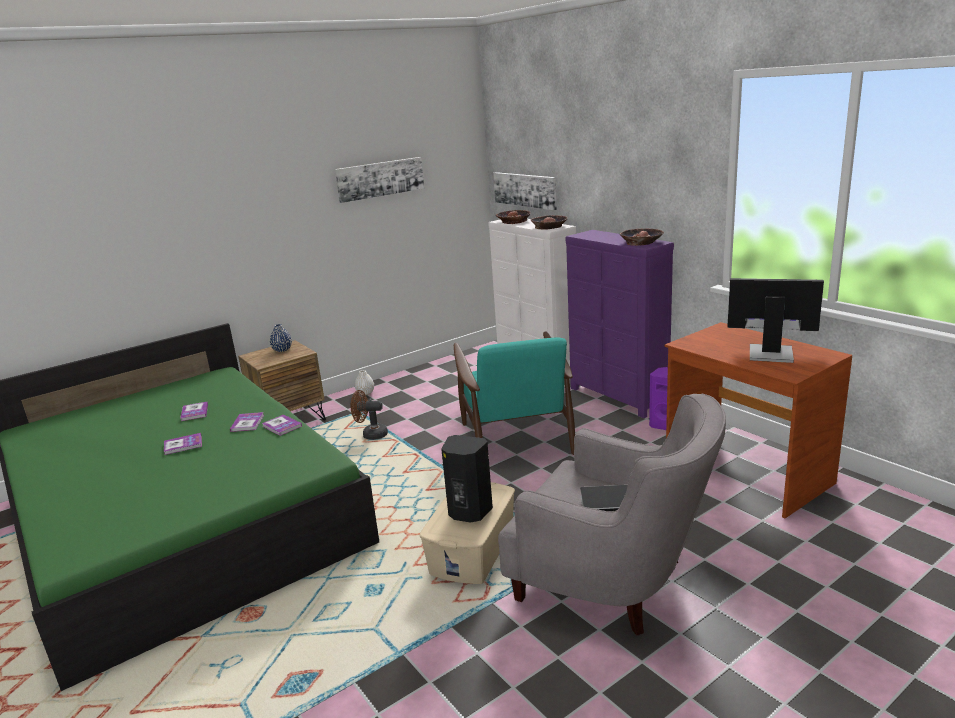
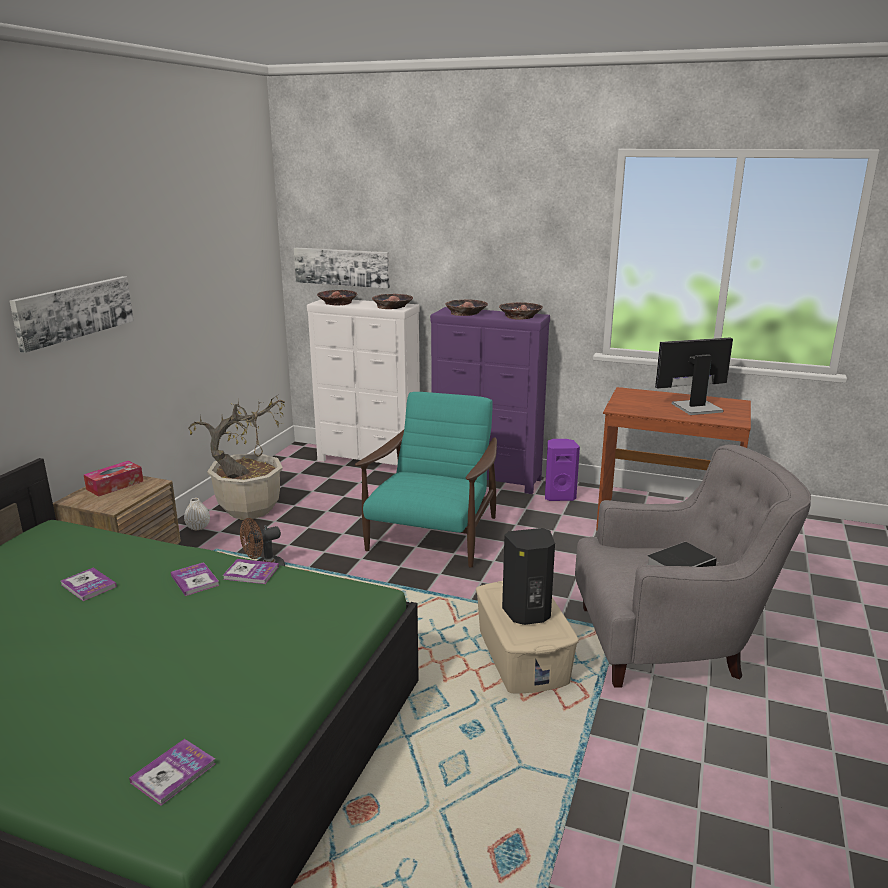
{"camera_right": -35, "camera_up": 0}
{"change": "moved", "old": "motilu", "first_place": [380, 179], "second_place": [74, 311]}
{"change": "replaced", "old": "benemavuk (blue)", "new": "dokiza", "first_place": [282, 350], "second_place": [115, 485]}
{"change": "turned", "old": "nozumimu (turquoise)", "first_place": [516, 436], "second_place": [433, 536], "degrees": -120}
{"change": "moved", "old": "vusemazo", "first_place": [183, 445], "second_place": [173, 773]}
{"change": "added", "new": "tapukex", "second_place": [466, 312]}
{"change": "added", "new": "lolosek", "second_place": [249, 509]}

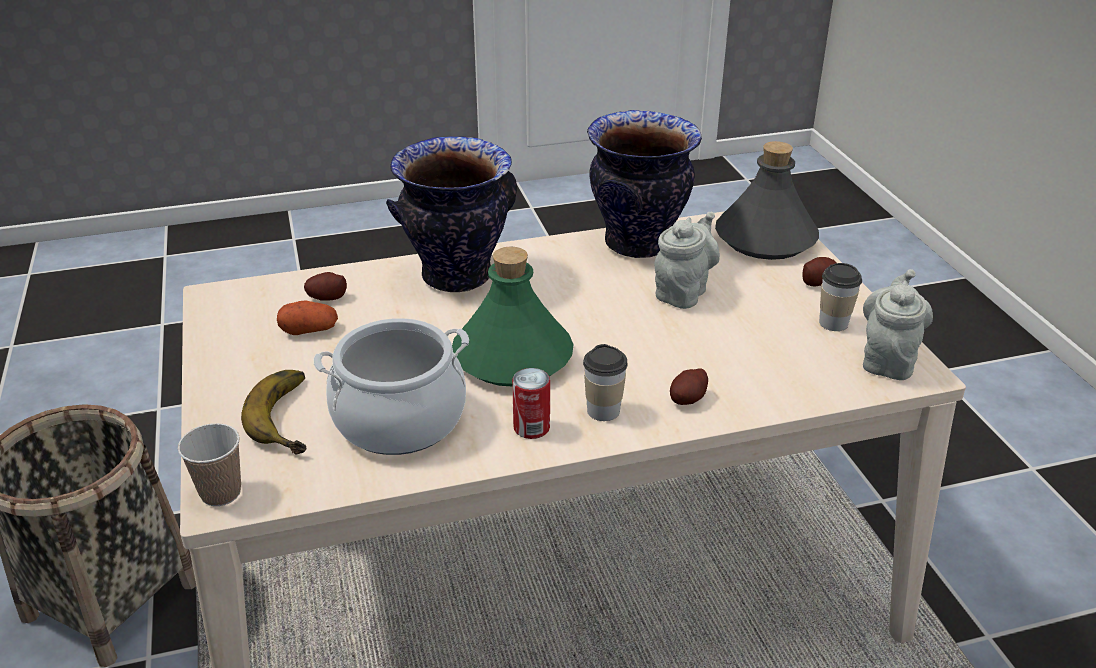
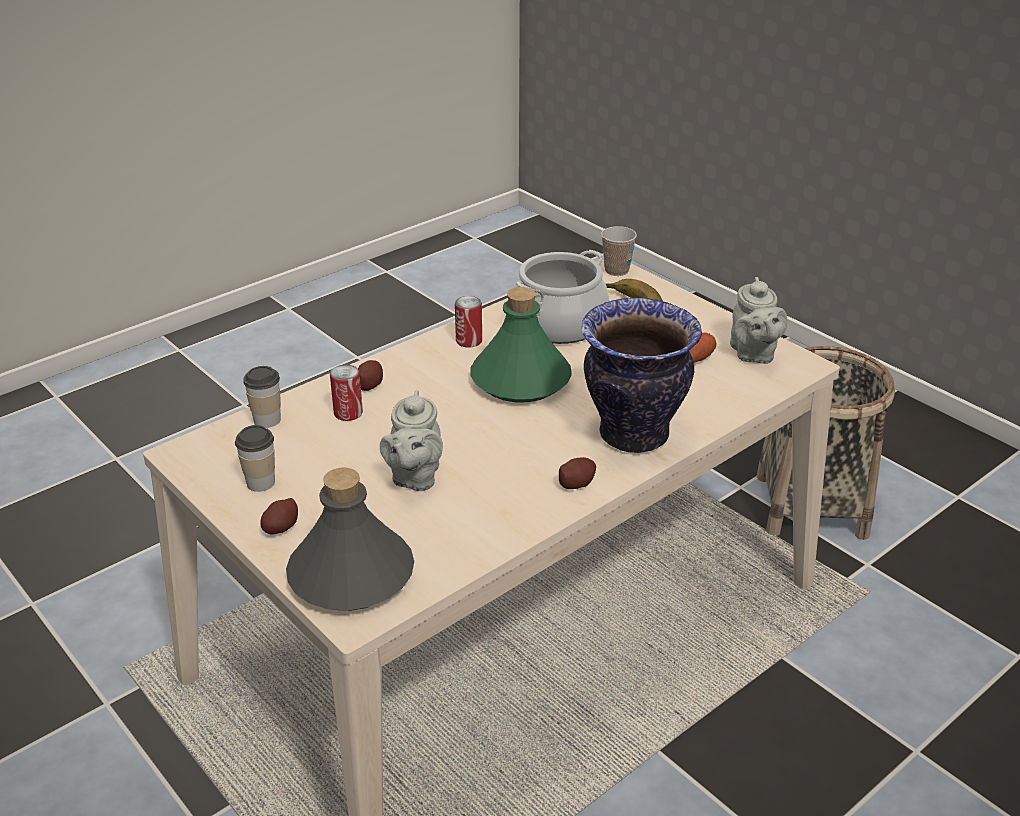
{"camera_right": 155, "camera_up": 0}
{"change": "removed", "old": "benemavuk", "first_place": [639, 244]}
{"change": "moved", "old": "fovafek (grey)", "first_place": [887, 359], "second_place": [753, 354]}
{"change": "moved", "old": "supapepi", "first_place": [326, 298], "second_place": [576, 483]}
{"change": "moved", "old": "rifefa", "first_place": [603, 411], "second_place": [267, 420]}
{"change": "added", "new": "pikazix", "second_place": [348, 413]}

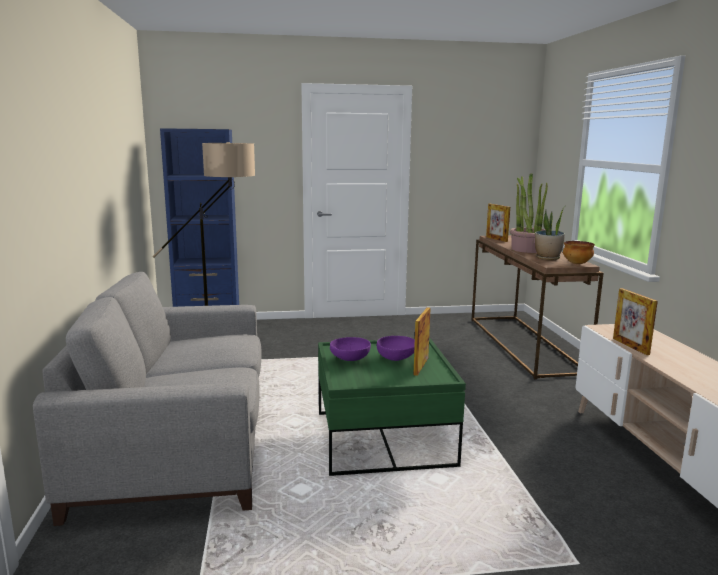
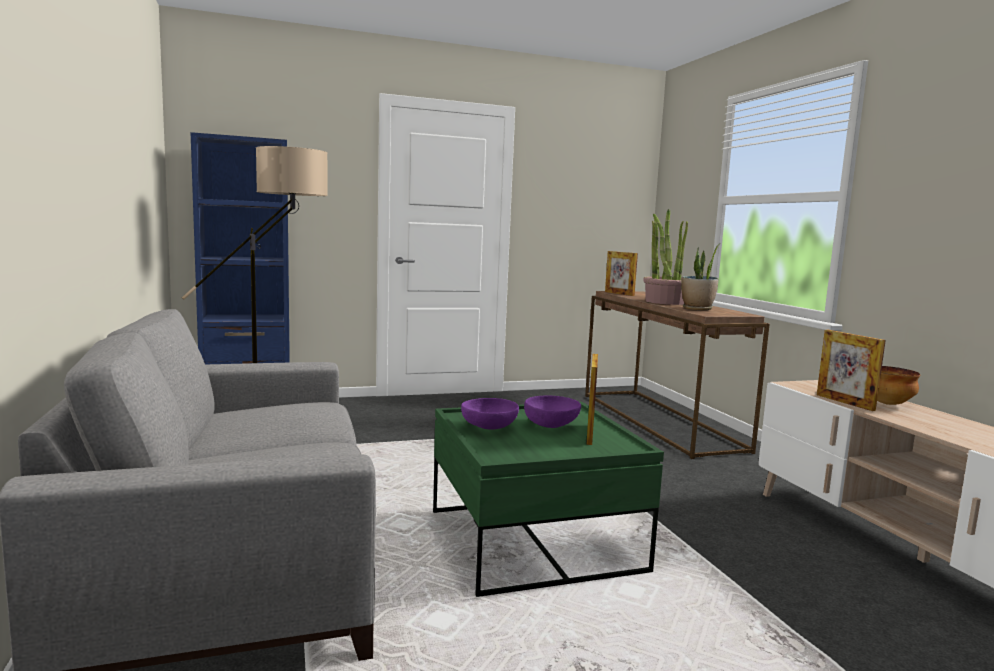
{"camera_right": -10, "camera_up": -5}
{"change": "moved", "old": "tapukex", "first_place": [577, 264], "second_place": [888, 404]}

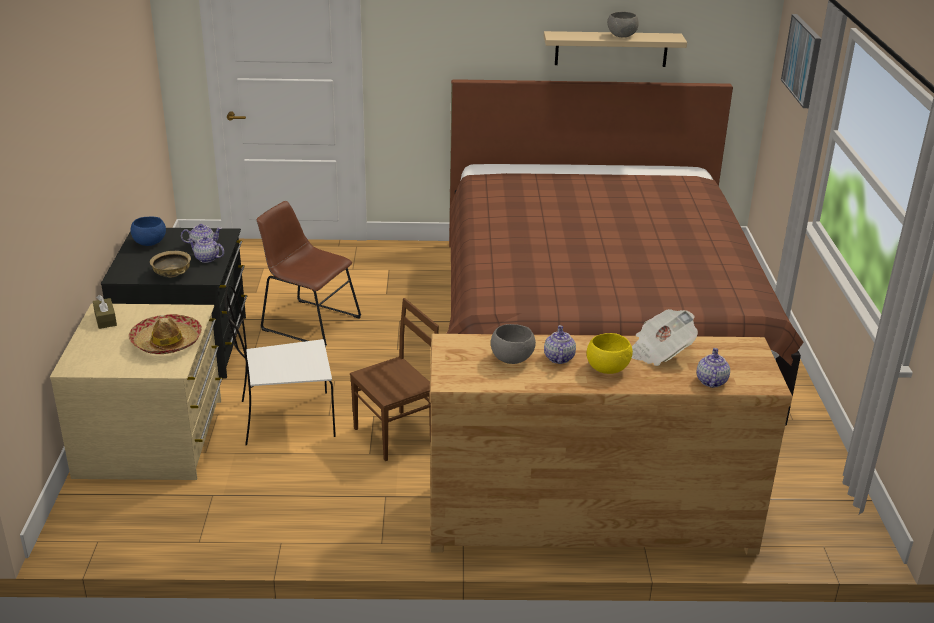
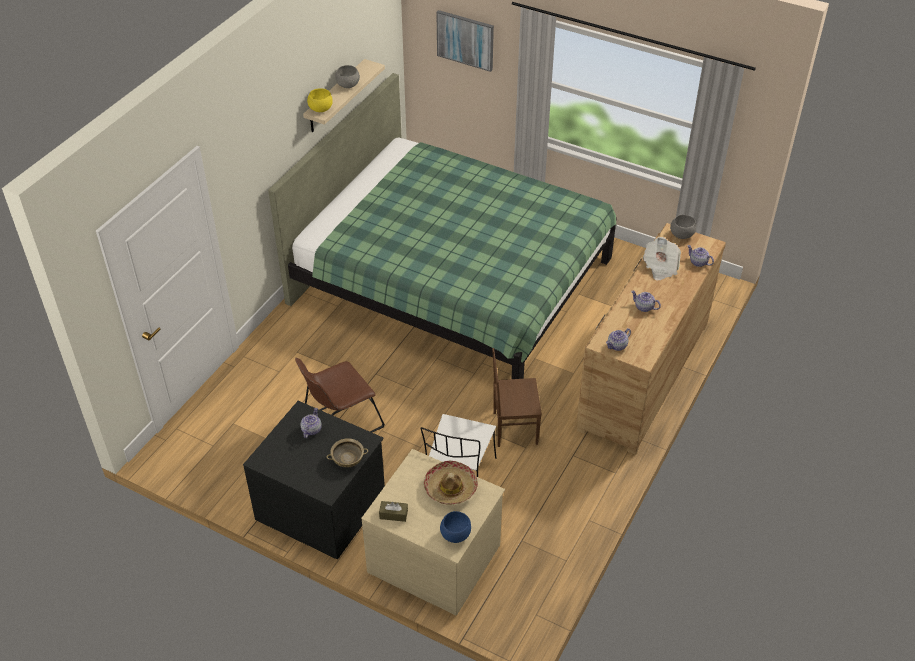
{"camera_right": -60, "camera_up": 15}
{"change": "recoloured", "old": "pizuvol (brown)", "new": "pizuvol (green)", "first_place": [594, 324], "second_place": [452, 282]}
{"change": "moved", "old": "tapukex (blue)", "first_place": [149, 243], "second_place": [455, 535]}
{"change": "moved", "old": "fovafek", "first_place": [206, 259], "second_place": [617, 346]}
{"change": "turned", "old": "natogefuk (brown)", "first_place": [395, 435], "second_place": [514, 427], "degrees": -90}
{"change": "moved", "old": "tapukex (grey)", "first_place": [512, 359], "second_place": [681, 235]}
{"change": "moved", "old": "tapukex (yellow)", "first_place": [607, 368], "second_place": [320, 109]}

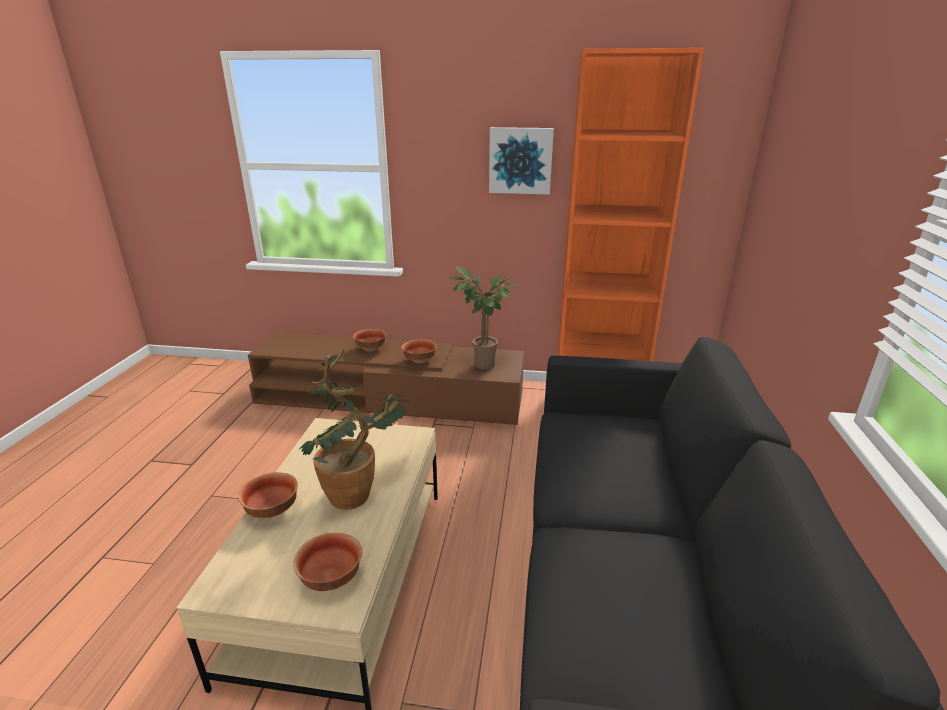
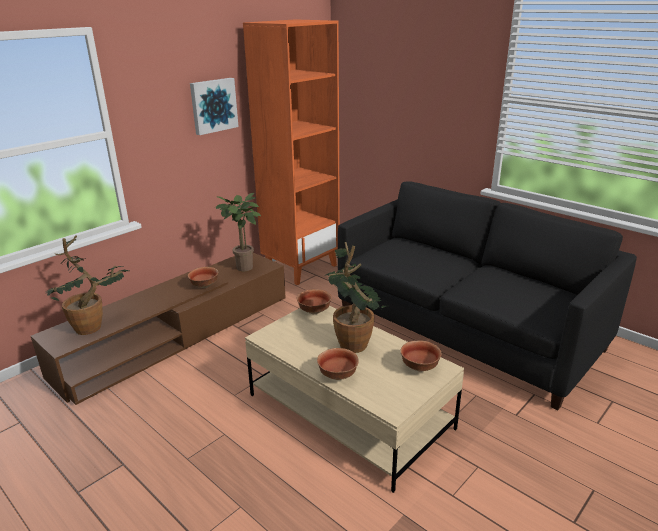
{"camera_right": -55, "camera_up": 0}
{"change": "moved", "old": "tapukex", "first_place": [370, 349], "second_place": [314, 311]}
{"change": "added", "new": "lolosek", "second_place": [95, 326]}

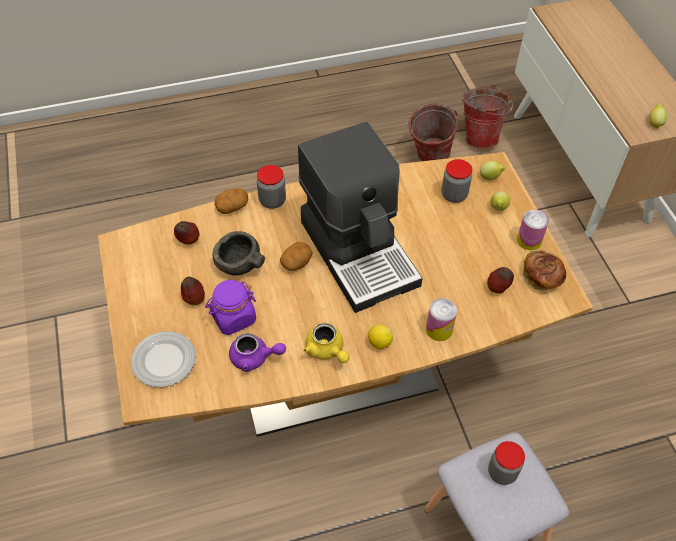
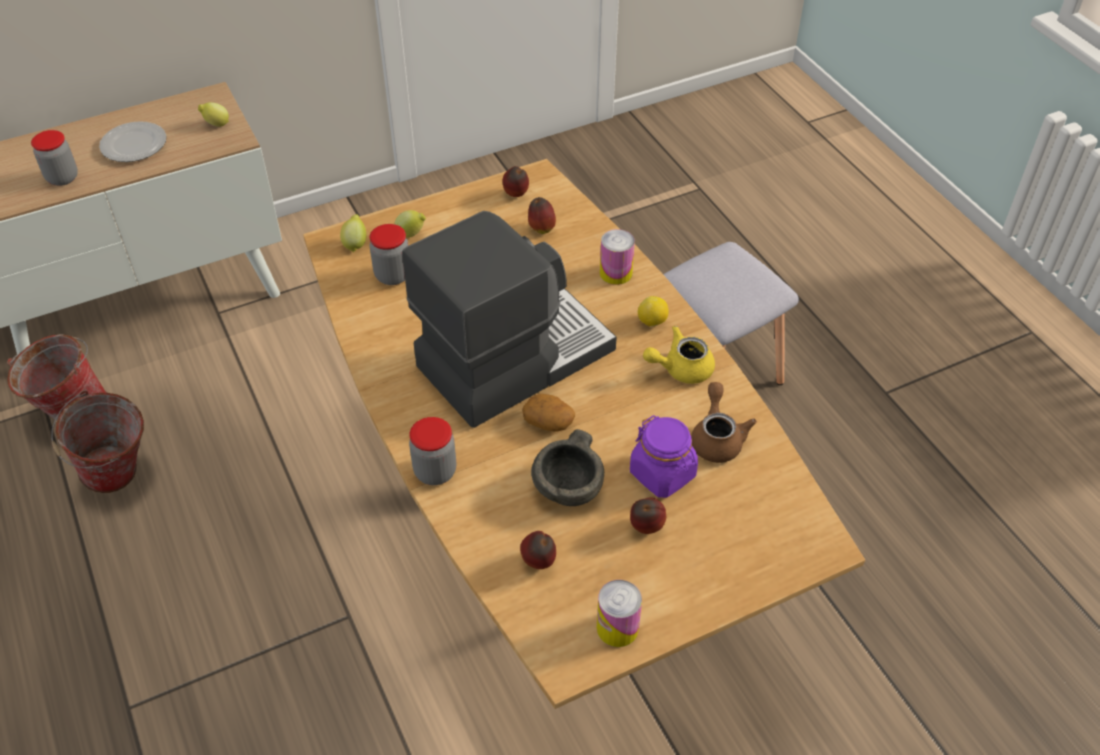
{"camera_right": -100, "camera_up": -5}
{"change": "removed", "old": "supapepi", "first_place": [232, 206]}
{"change": "moved", "old": "pikazix", "first_place": [529, 240], "second_place": [617, 628]}
{"change": "replaced", "old": "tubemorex", "new": "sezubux", "first_place": [542, 278], "second_place": [516, 195]}
{"change": "turned", "old": "fovafek (yellow)", "first_place": [327, 350], "second_place": [680, 368], "degrees": -150}
{"change": "moved", "old": "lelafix", "first_place": [163, 360], "second_place": [134, 146]}
{"change": "recoloured", "old": "fovafek (purple)", "new": "fovafek (brown)", "first_place": [254, 358], "second_place": [717, 438]}
{"change": "moved", "old": "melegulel", "first_place": [502, 472], "second_place": [62, 178]}

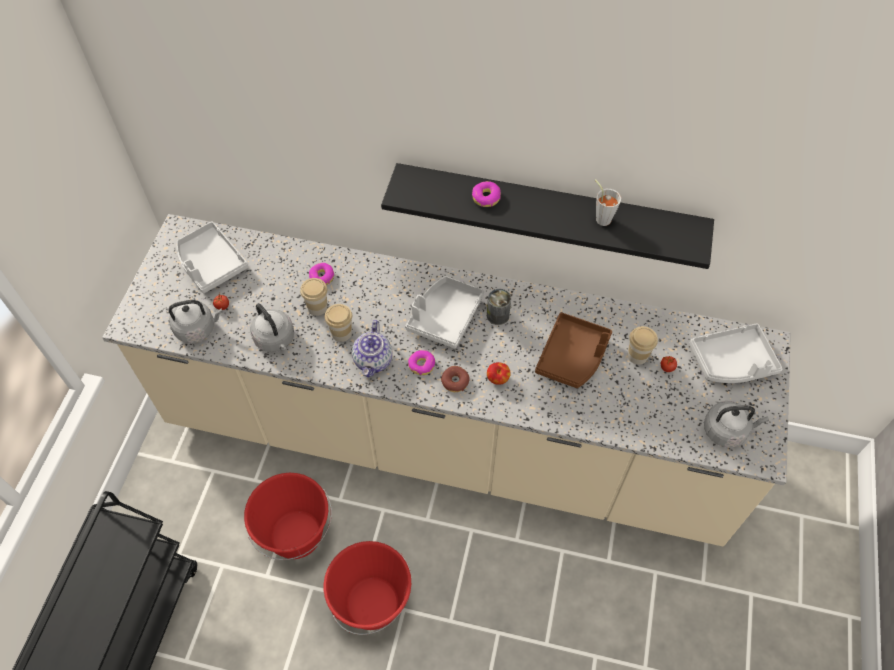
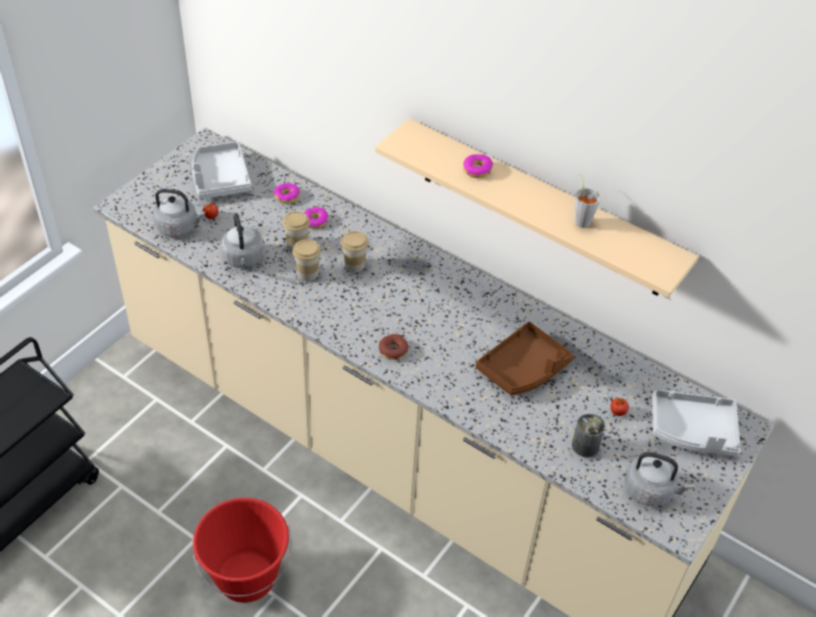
{"camera_right": 20, "camera_up": -10}
{"change": "recoloured", "old": "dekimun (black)", "new": "dekimun (beige)", "first_place": [548, 212], "second_place": [541, 208]}
{"change": "removed", "old": "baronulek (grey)", "first_place": [445, 317]}
{"change": "moved", "old": "pikazix", "first_place": [497, 315], "second_place": [585, 446]}
{"change": "removed", "old": "fovafek", "first_place": [373, 361]}
{"change": "moved", "old": "rifefa", "first_place": [637, 355], "second_place": [354, 265]}
{"change": "moved", "old": "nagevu", "first_place": [422, 365], "second_place": [287, 196]}
{"change": "removed", "old": "sezubux", "first_place": [498, 379]}
{"change": "removed", "old": "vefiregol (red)", "first_place": [296, 535]}

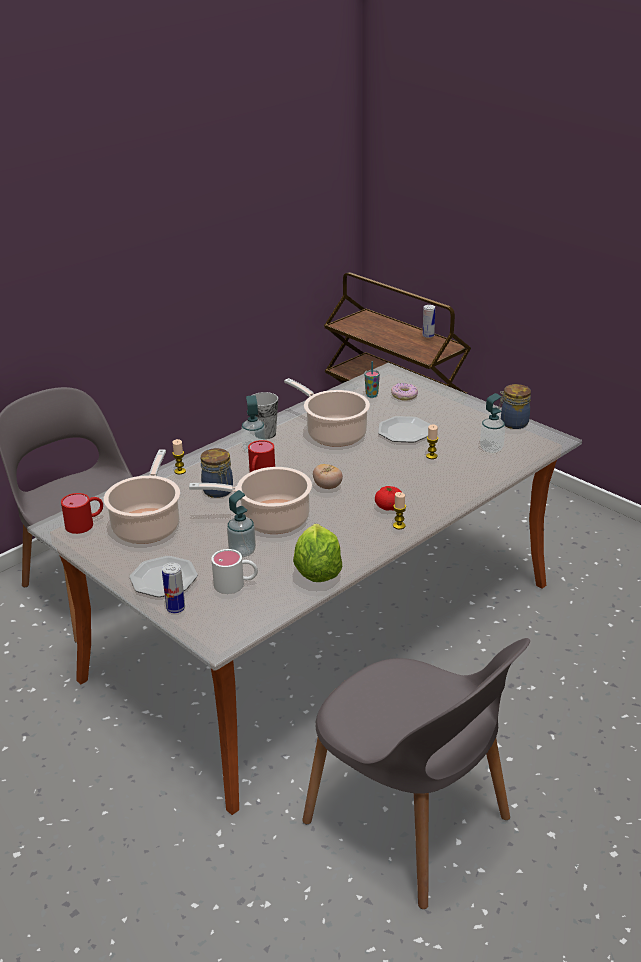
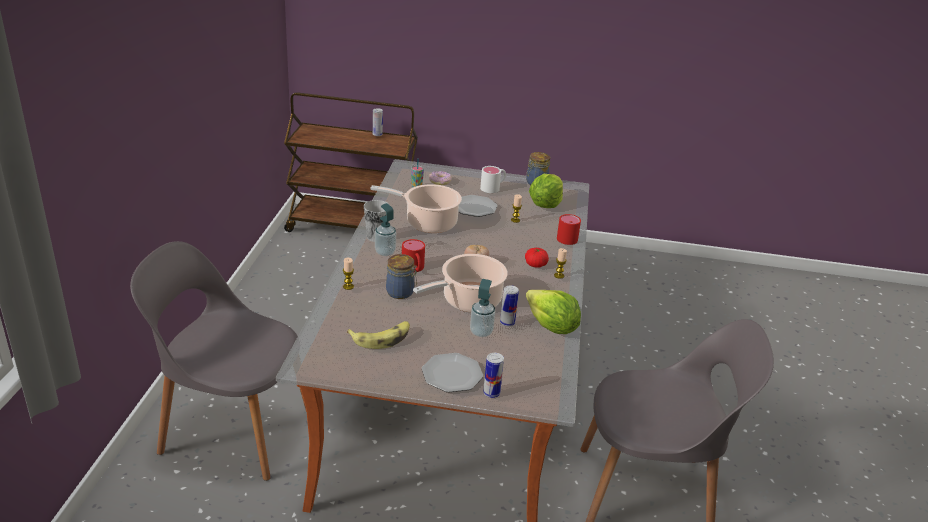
{"camera_right": -40, "camera_up": 0}
{"change": "replaced", "old": "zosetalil", "new": "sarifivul", "first_place": [491, 448], "second_place": [545, 204]}
{"change": "replaced", "old": "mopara", "new": "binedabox", "first_place": [147, 525], "second_place": [381, 338]}
{"change": "moved", "old": "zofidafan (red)", "first_place": [85, 523], "second_place": [568, 237]}
{"change": "moved", "old": "zofidafan (white)", "first_place": [236, 584], "second_place": [493, 187]}
{"change": "added", "new": "pikazix", "second_place": [507, 323]}

